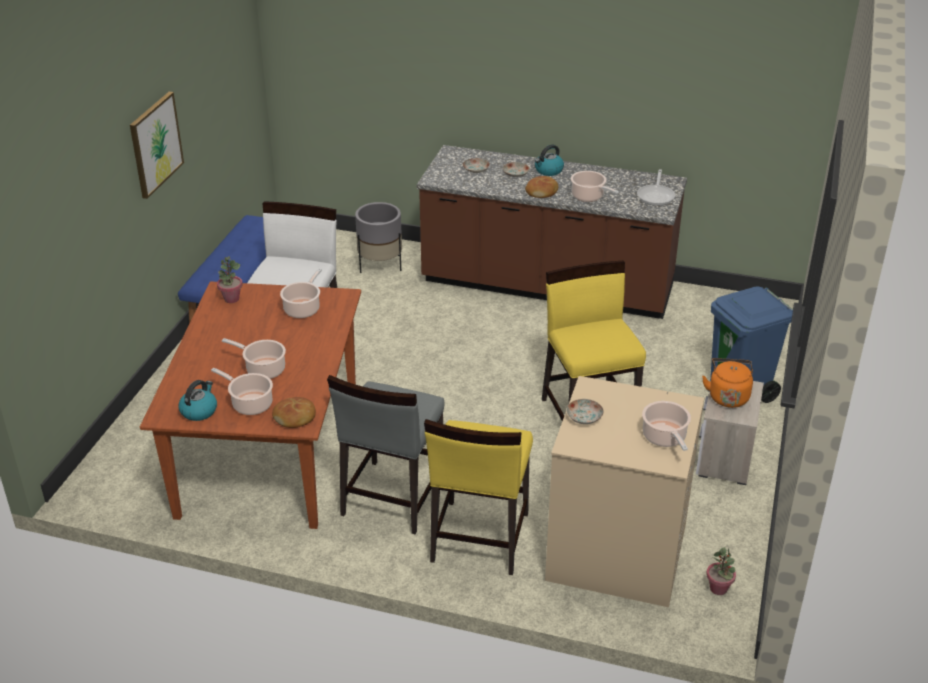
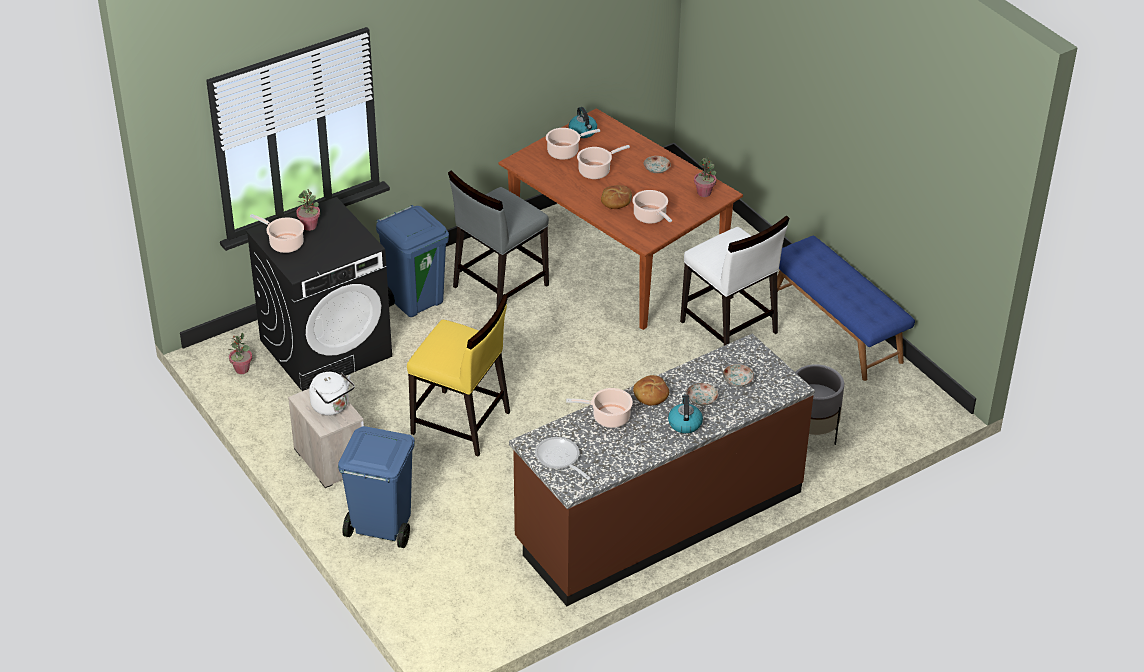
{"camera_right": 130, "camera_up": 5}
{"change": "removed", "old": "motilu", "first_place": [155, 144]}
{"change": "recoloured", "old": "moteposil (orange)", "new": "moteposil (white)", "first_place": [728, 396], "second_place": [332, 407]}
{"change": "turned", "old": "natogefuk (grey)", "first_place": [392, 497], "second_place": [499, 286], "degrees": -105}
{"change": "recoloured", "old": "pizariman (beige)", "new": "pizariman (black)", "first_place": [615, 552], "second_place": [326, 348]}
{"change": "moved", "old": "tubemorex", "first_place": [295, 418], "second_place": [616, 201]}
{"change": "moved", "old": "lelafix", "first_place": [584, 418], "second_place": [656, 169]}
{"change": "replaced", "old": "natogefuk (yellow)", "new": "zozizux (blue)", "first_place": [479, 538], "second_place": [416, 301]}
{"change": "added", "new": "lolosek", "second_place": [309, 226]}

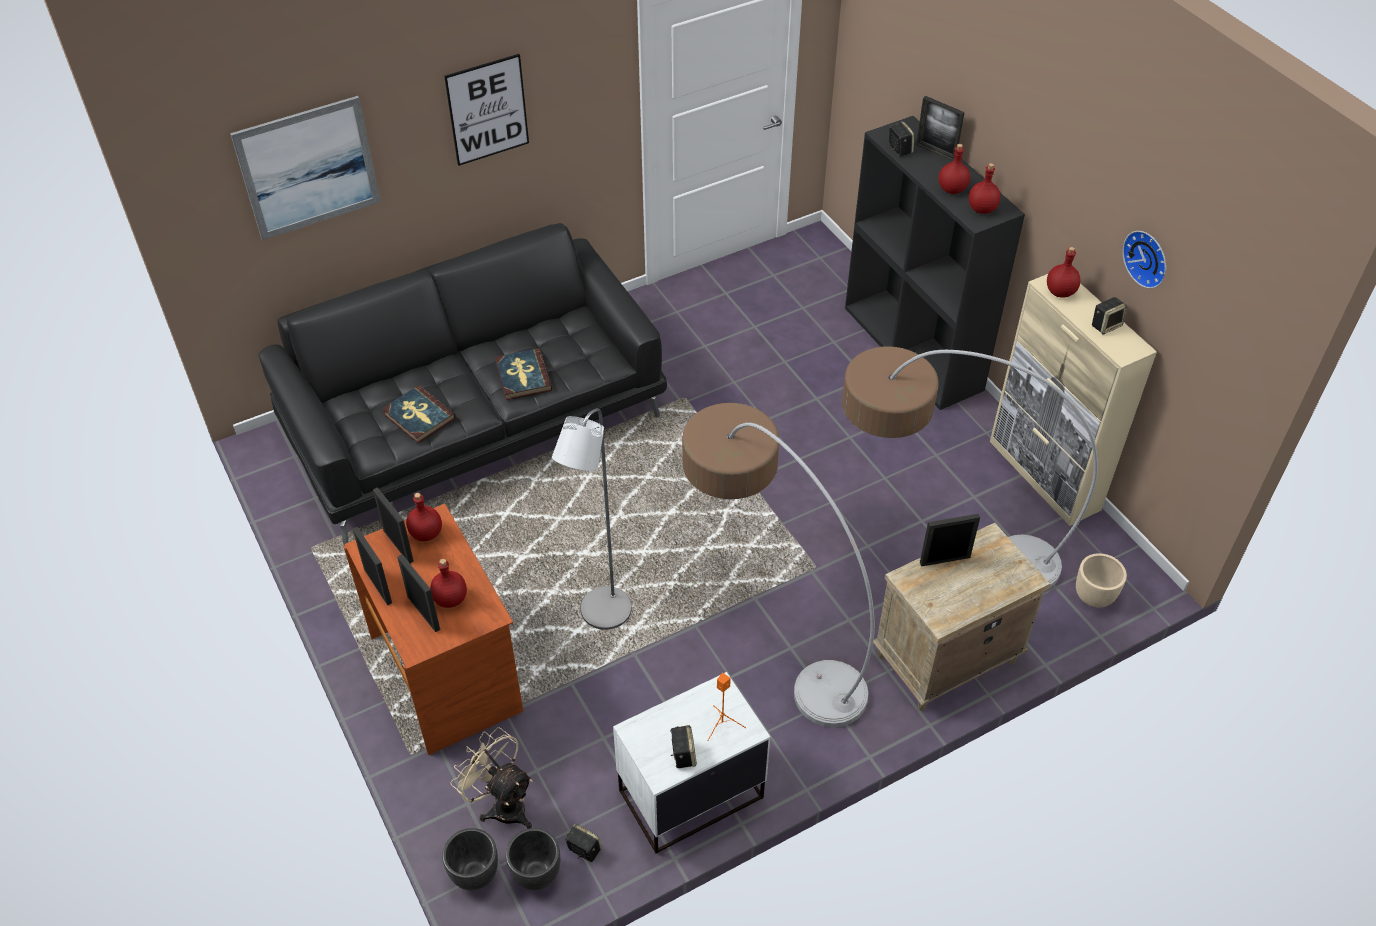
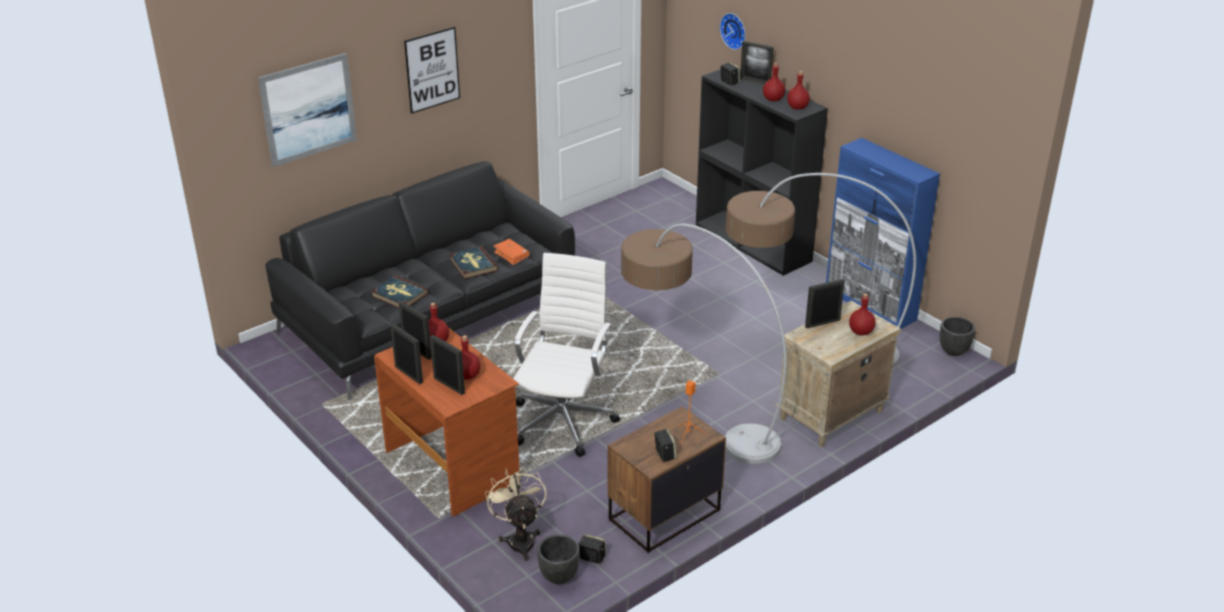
{"camera_right": -10, "camera_up": -15}
{"change": "moved", "old": "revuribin", "first_place": [1148, 258], "second_place": [734, 30]}
{"change": "moved", "old": "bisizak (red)", "first_place": [1059, 292], "second_place": [860, 332]}
{"change": "recoloured", "old": "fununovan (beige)", "new": "fununovan (blue)", "first_place": [1044, 476], "second_place": [870, 305]}
{"change": "removed", "old": "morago", "first_place": [1106, 325]}
{"change": "replaced", "old": "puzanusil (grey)", "new": "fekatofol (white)", "first_place": [601, 617], "second_place": [564, 420]}
{"change": "removed", "old": "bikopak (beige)", "first_place": [1094, 596]}
{"change": "recoloured", "old": "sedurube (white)", "new": "sedurube (brown)", "first_place": [689, 794], "second_place": [663, 515]}
{"change": "turned", "old": "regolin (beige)", "first_place": [502, 804], "second_place": [520, 539], "degrees": 45}
{"change": "moved", "old": "bikopak (black)", "first_place": [475, 874], "second_place": [954, 351]}
{"change": "added", "new": "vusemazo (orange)", "second_place": [511, 255]}

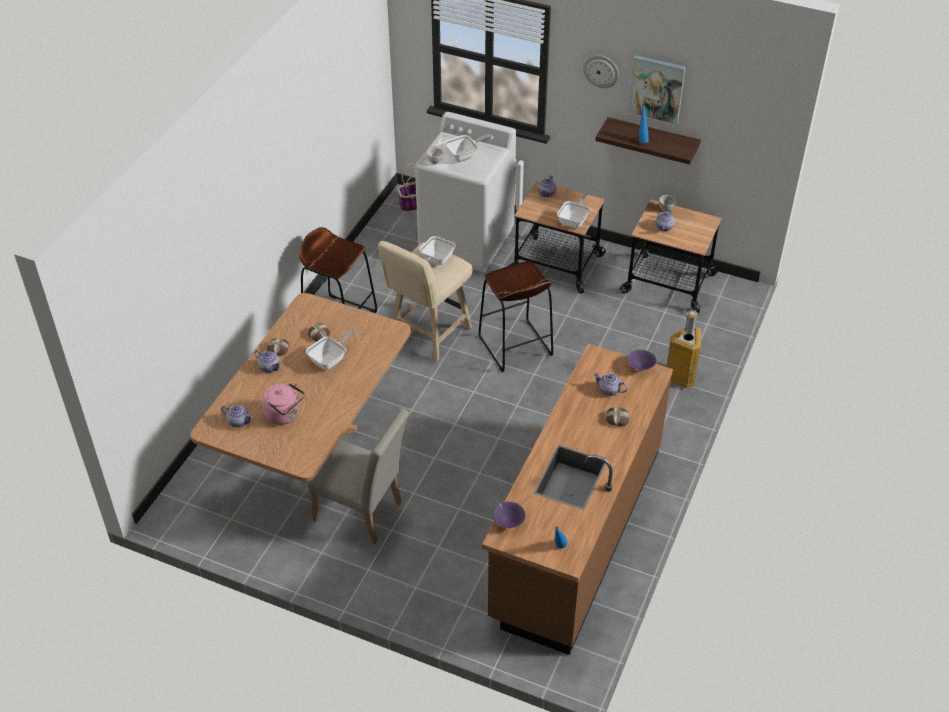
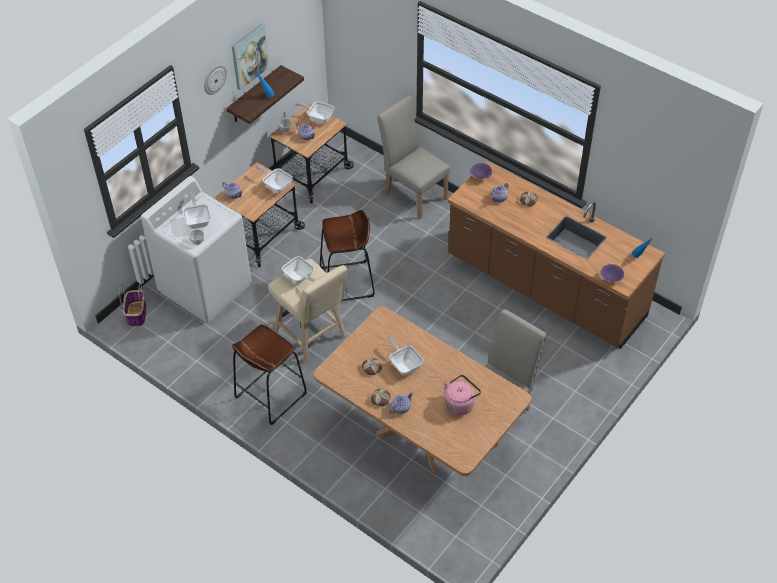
{"camera_right": -75, "camera_up": 5}
{"change": "replaced", "old": "zozizux", "new": "natogefuk (beige)", "first_place": [682, 376], "second_place": [413, 193]}
{"change": "removed", "old": "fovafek", "first_place": [238, 421]}
{"change": "added", "new": "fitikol", "second_place": [318, 118]}

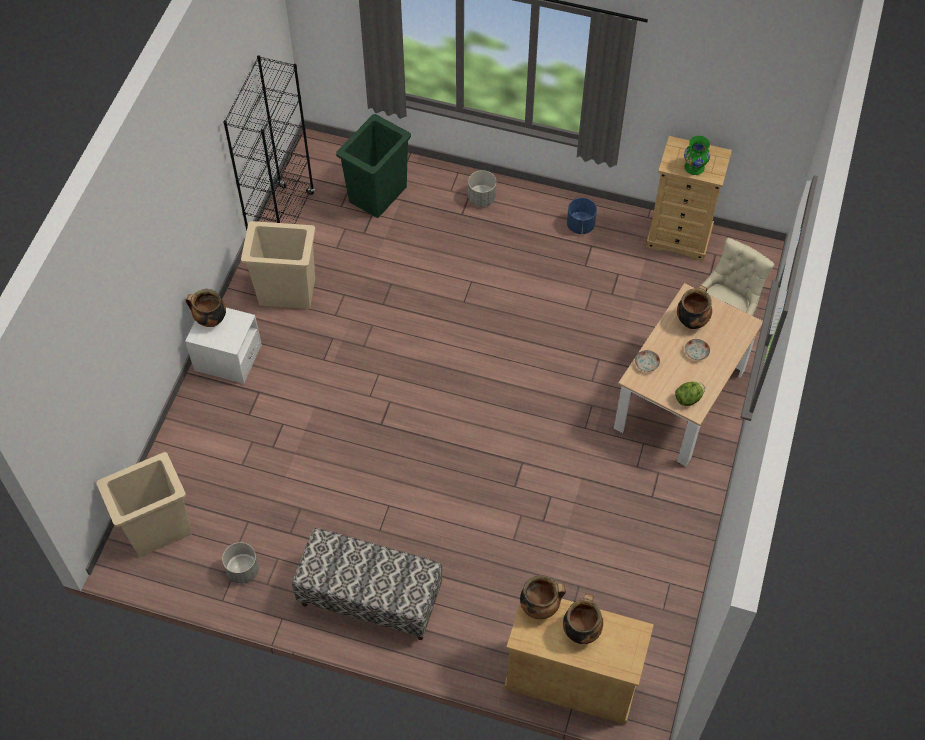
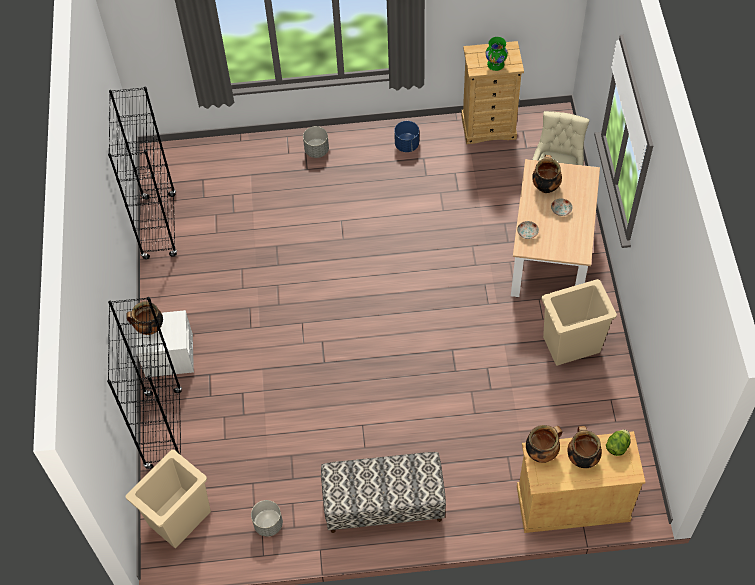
{"camera_right": -20, "camera_up": 0}
{"change": "removed", "old": "zozizux (green)", "first_place": [377, 195]}
{"change": "moved", "old": "zozizux (beige)", "first_place": [286, 291], "second_place": [570, 344]}
{"change": "moved", "old": "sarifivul", "first_place": [688, 398], "second_place": [617, 446]}
{"change": "added", "new": "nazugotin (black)", "second_place": [164, 429]}

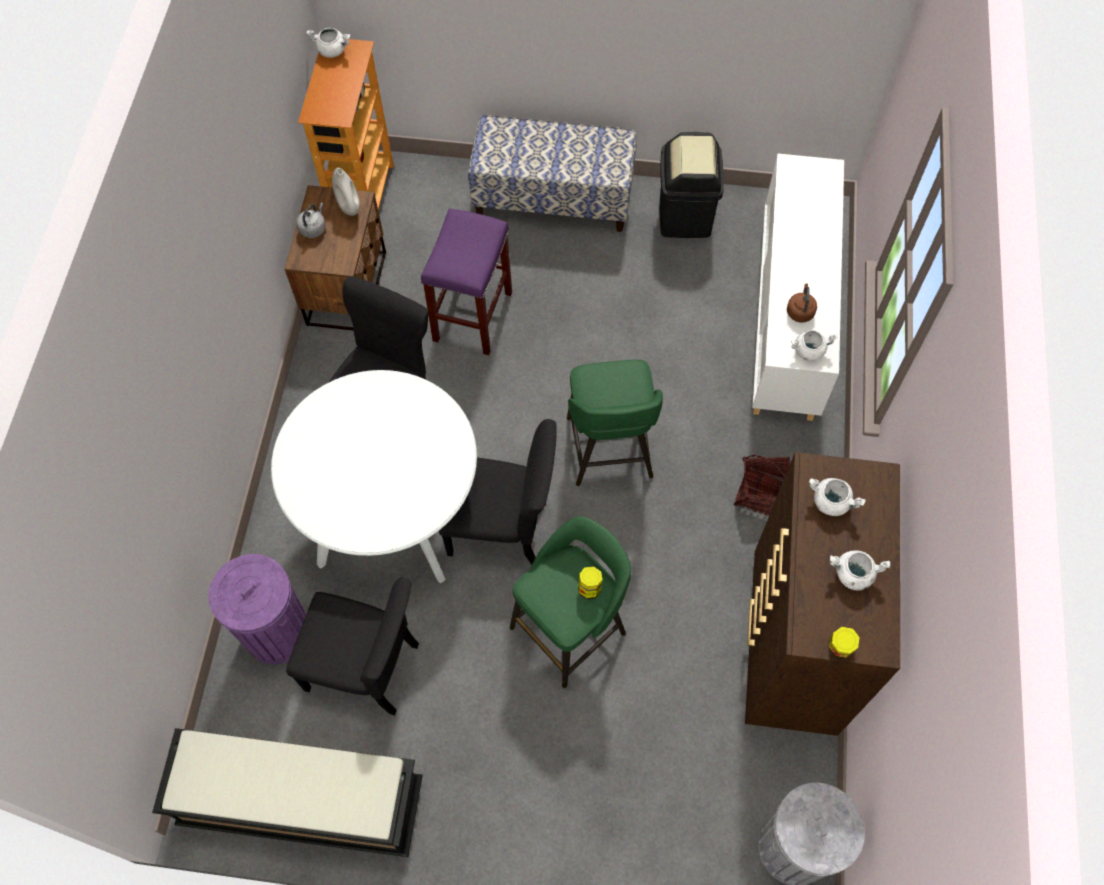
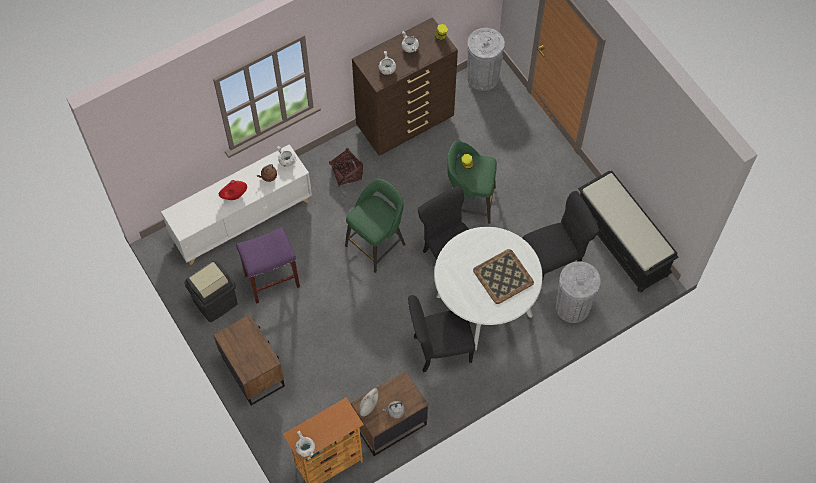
{"camera_right": -130, "camera_up": 0}
{"change": "replaced", "old": "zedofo", "new": "sedurube (brown)", "first_place": [553, 198], "second_place": [253, 371]}
{"change": "moved", "old": "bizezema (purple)", "first_place": [472, 315], "second_place": [271, 281]}
{"change": "recoloured", "old": "zozizux (purple)", "new": "zozizux (grey)", "first_place": [277, 632], "second_place": [572, 307]}
{"change": "turned", "old": "natogefuk (black)", "first_place": [367, 669], "second_place": [554, 261], "degrees": 90}
{"change": "added", "new": "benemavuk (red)", "second_place": [234, 196]}
{"change": "added", "new": "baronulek", "second_place": [503, 276]}

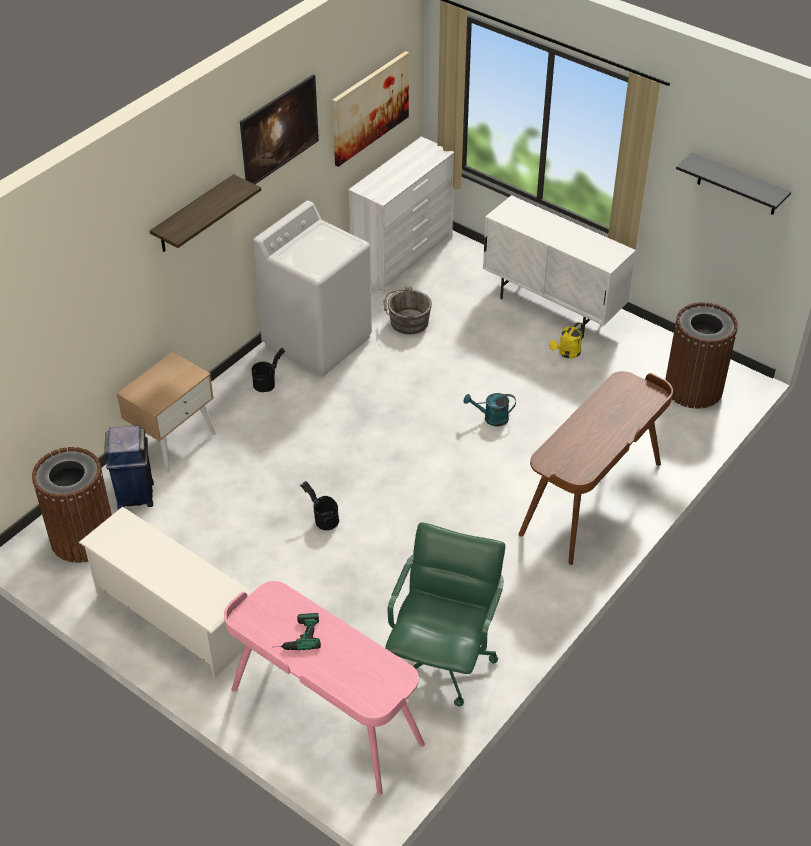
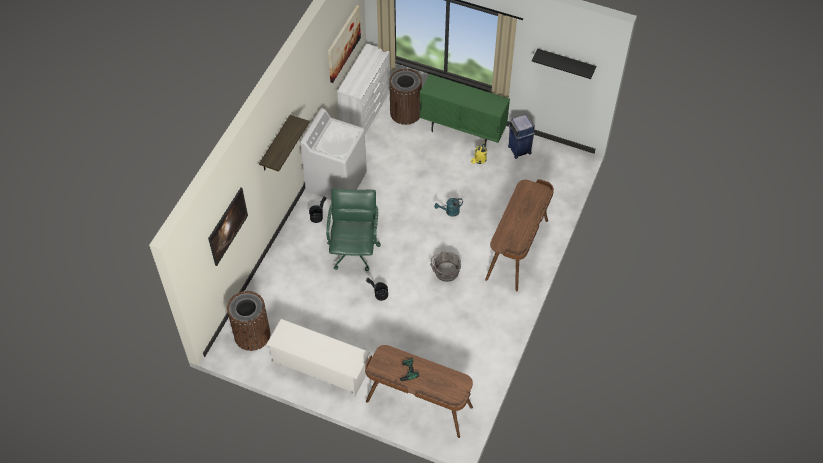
{"camera_right": -15, "camera_up": 10}
{"change": "moved", "old": "motilu", "first_place": [280, 147], "second_place": [229, 233]}
{"change": "recoloured", "old": "fununovan (white)", "new": "fununovan (green)", "first_place": [552, 308], "second_place": [462, 132]}
{"change": "moved", "old": "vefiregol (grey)", "first_place": [407, 322], "second_place": [445, 272]}
{"change": "moved", "old": "zozizux (brown)", "first_place": [693, 388], "second_place": [405, 112]}
{"change": "removed", "old": "sedurube (beige)", "first_place": [174, 441]}
{"change": "moved", "old": "zozizux (blue)", "first_place": [135, 494], "second_place": [519, 149]}
{"change": "moved", "old": "fekatofol (green)", "first_place": [442, 660], "second_place": [354, 251]}
{"change": "recoloured", "old": "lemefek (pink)", "new": "lemefek (brown)", "first_place": [325, 717], "second_place": [418, 405]}

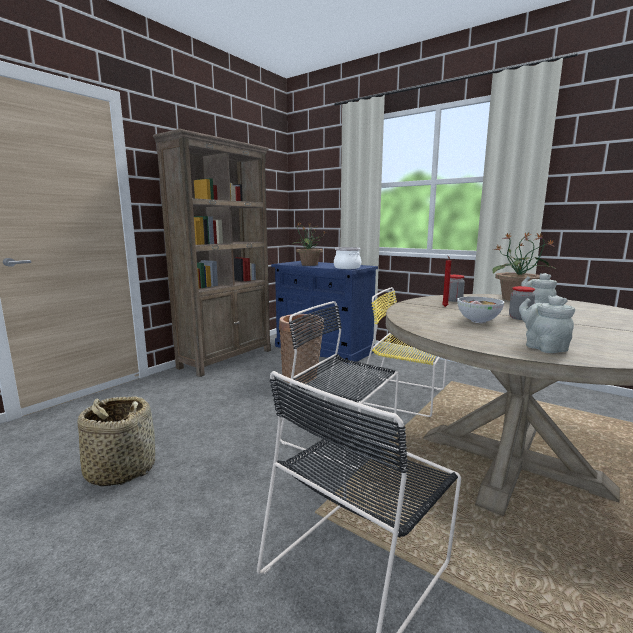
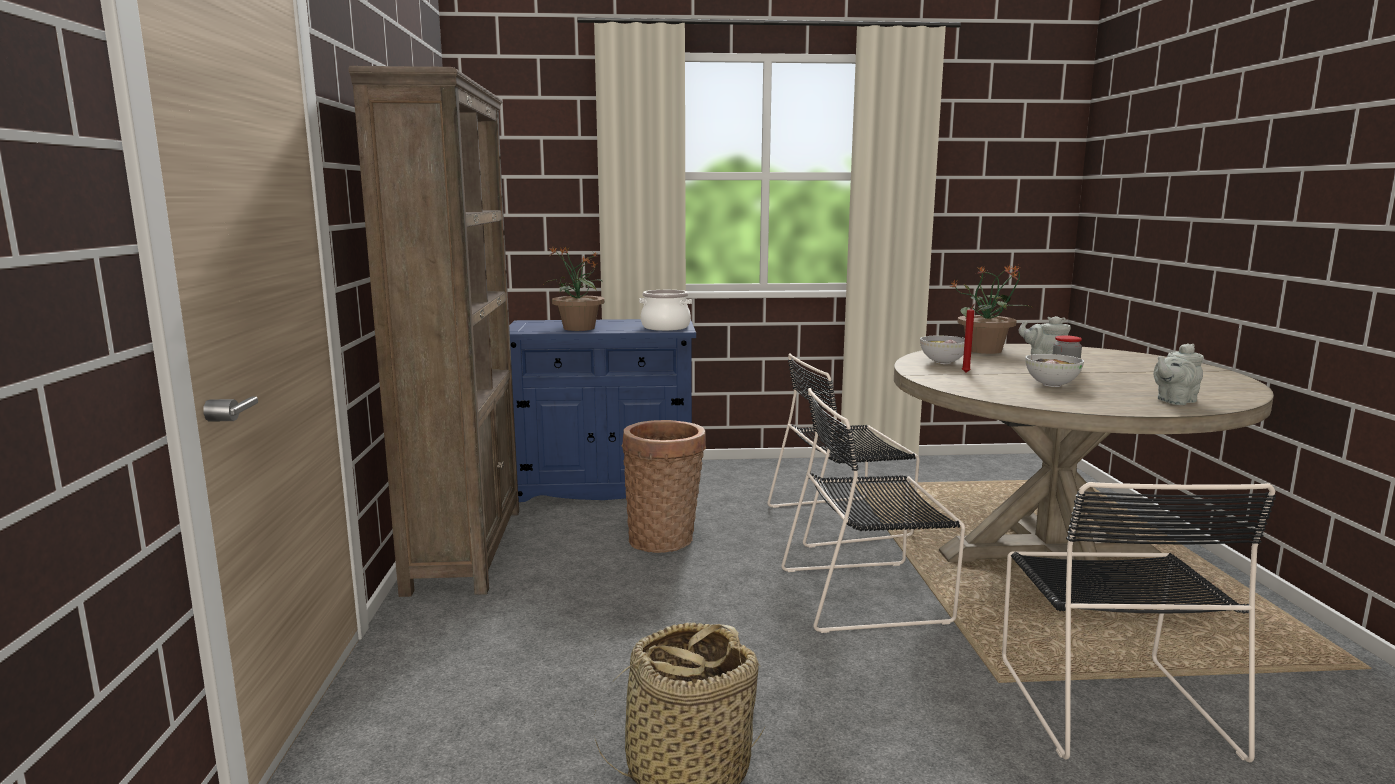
{"camera_right": -40, "camera_up": 0}
{"change": "replaced", "old": "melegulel", "new": "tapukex", "first_place": [453, 300], "second_place": [942, 362]}
{"change": "recoloured", "old": "natogefuk (yellow)", "new": "natogefuk (black)", "first_place": [405, 396], "second_place": [842, 520]}
{"change": "turned", "old": "fovafek (grey)", "first_place": [542, 347], "second_place": [1174, 401], "degrees": -60}

